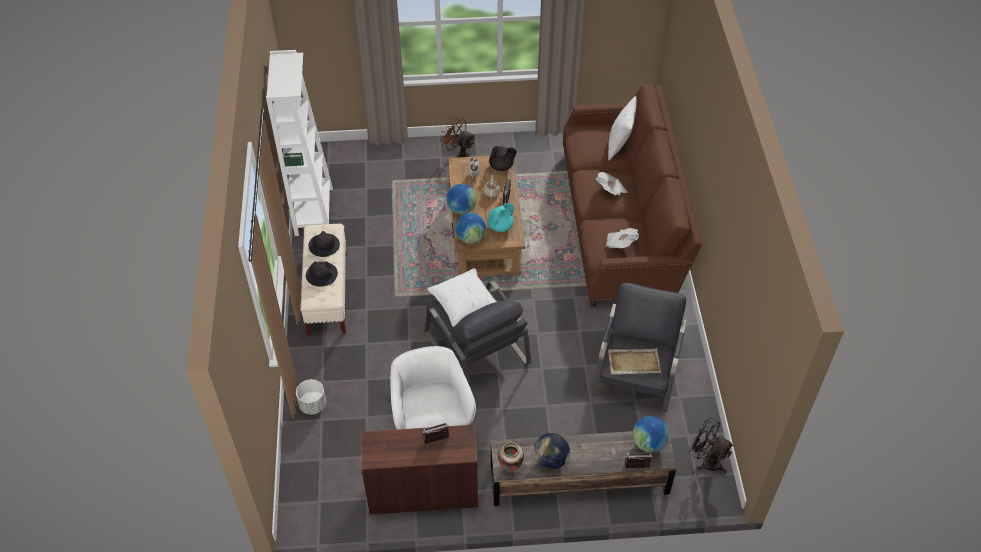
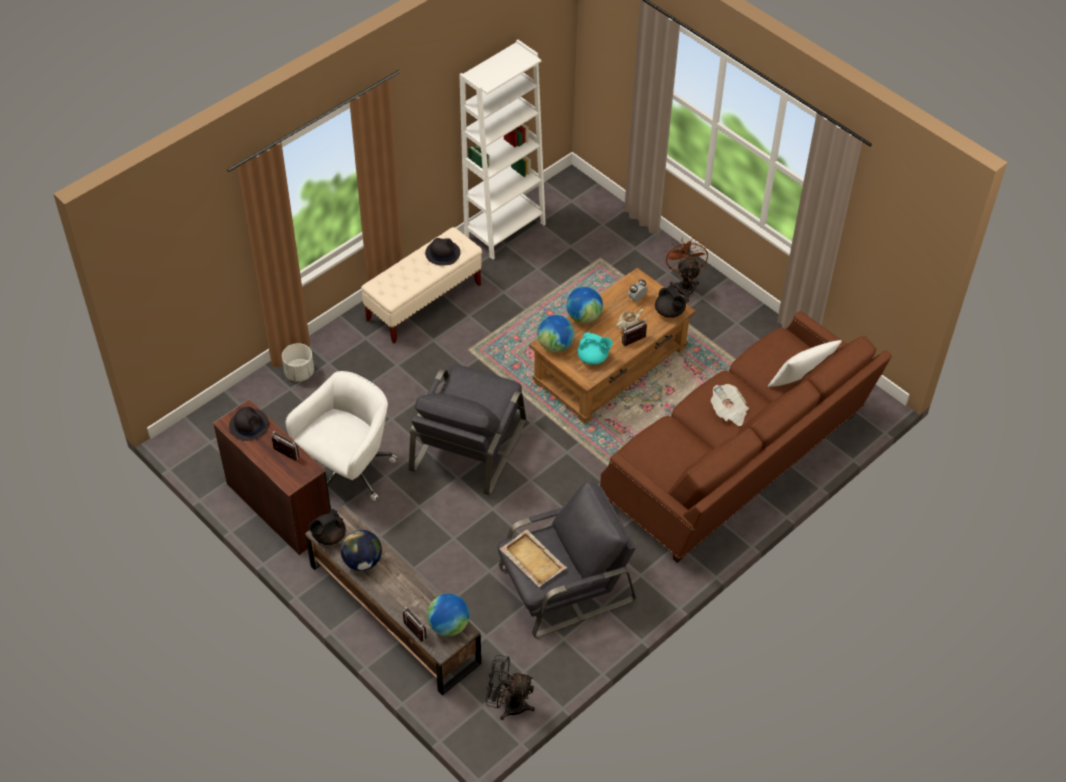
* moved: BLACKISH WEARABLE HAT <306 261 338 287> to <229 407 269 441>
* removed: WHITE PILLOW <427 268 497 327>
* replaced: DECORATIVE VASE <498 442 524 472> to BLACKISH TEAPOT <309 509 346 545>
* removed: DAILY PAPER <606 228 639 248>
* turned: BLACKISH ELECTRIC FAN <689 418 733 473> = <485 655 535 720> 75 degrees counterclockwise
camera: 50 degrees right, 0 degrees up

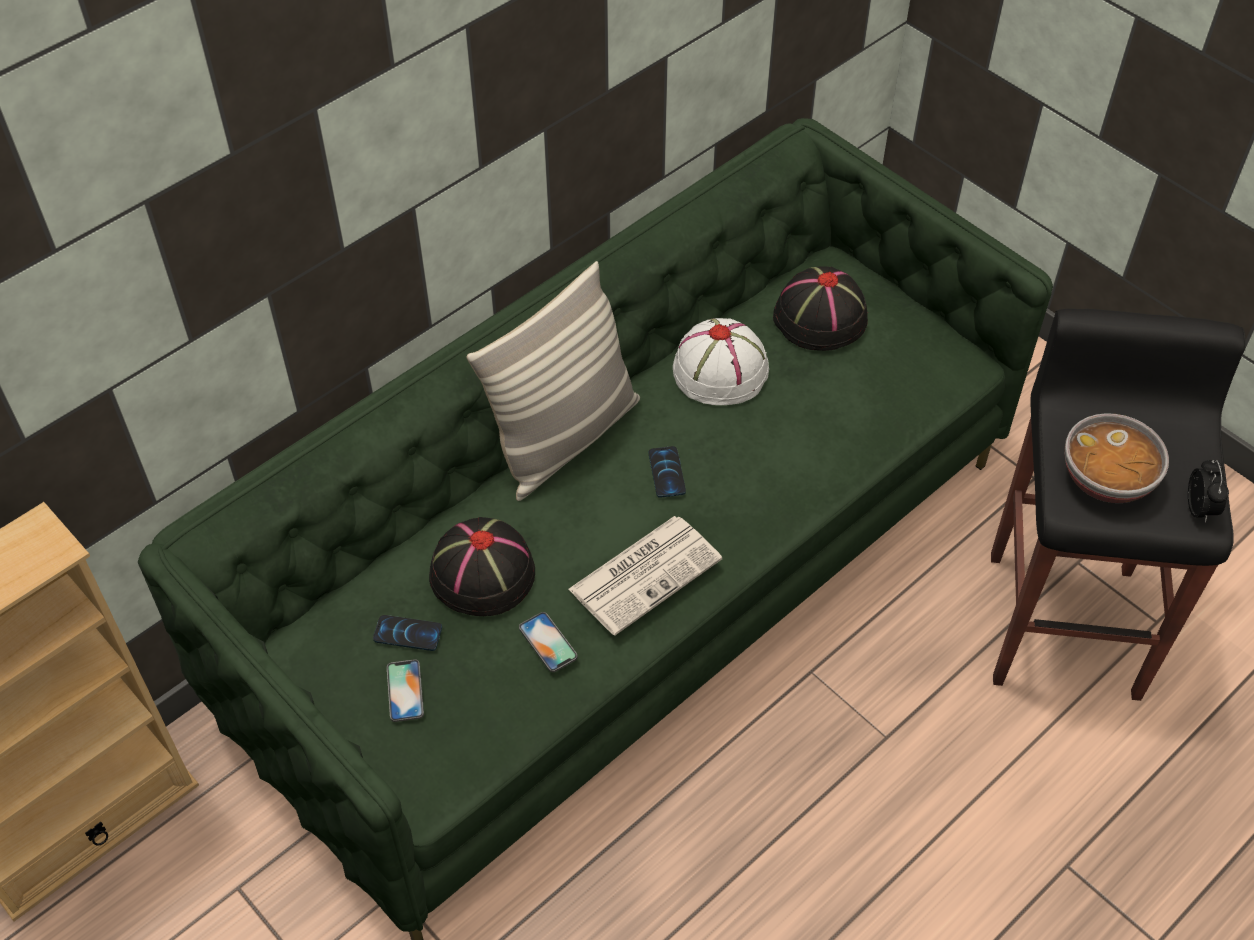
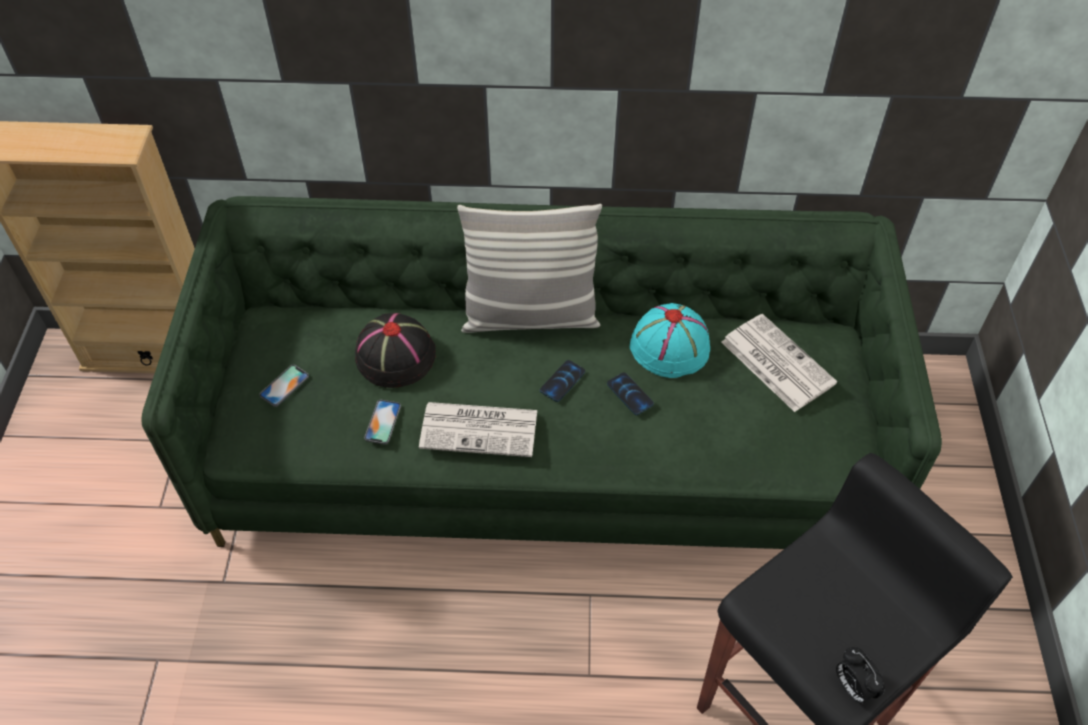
* moved: HANDSET <373 615 442 651> to <607 372 654 415>
* recoloured: WHITE WEARABLE HAT <673 318 769 405> to TURQUOISE WEARABLE HAT <630 303 710 378>
* replaced: BLACKISH WEARABLE HAT <773 266 868 351> to DAILY PAPER <721 314 837 412>
* removed: BOWL <1064 413 1169 503>
* turned: TABLE CLOCK <1188 460 1229 523> = <836 647 885 704> 105 degrees clockwise
camera: 45 degrees right, 0 degrees up

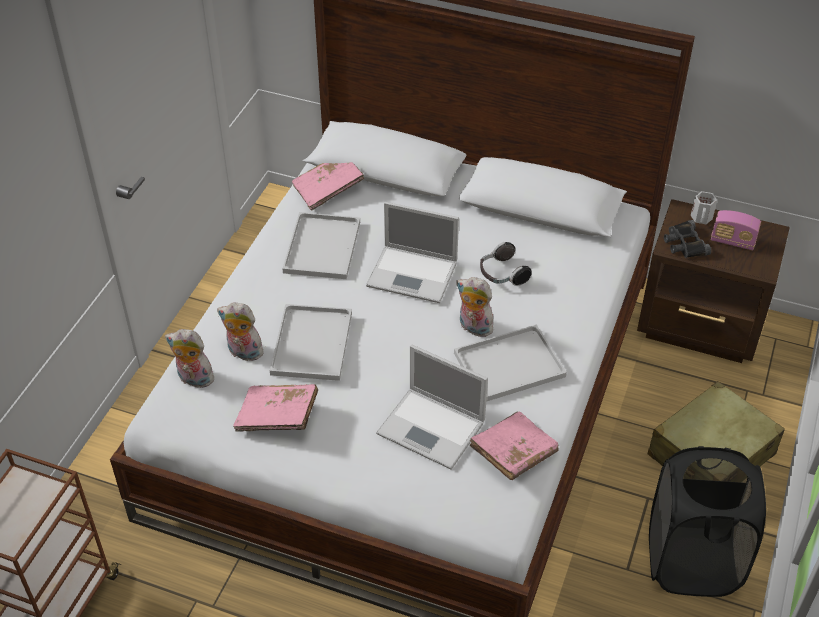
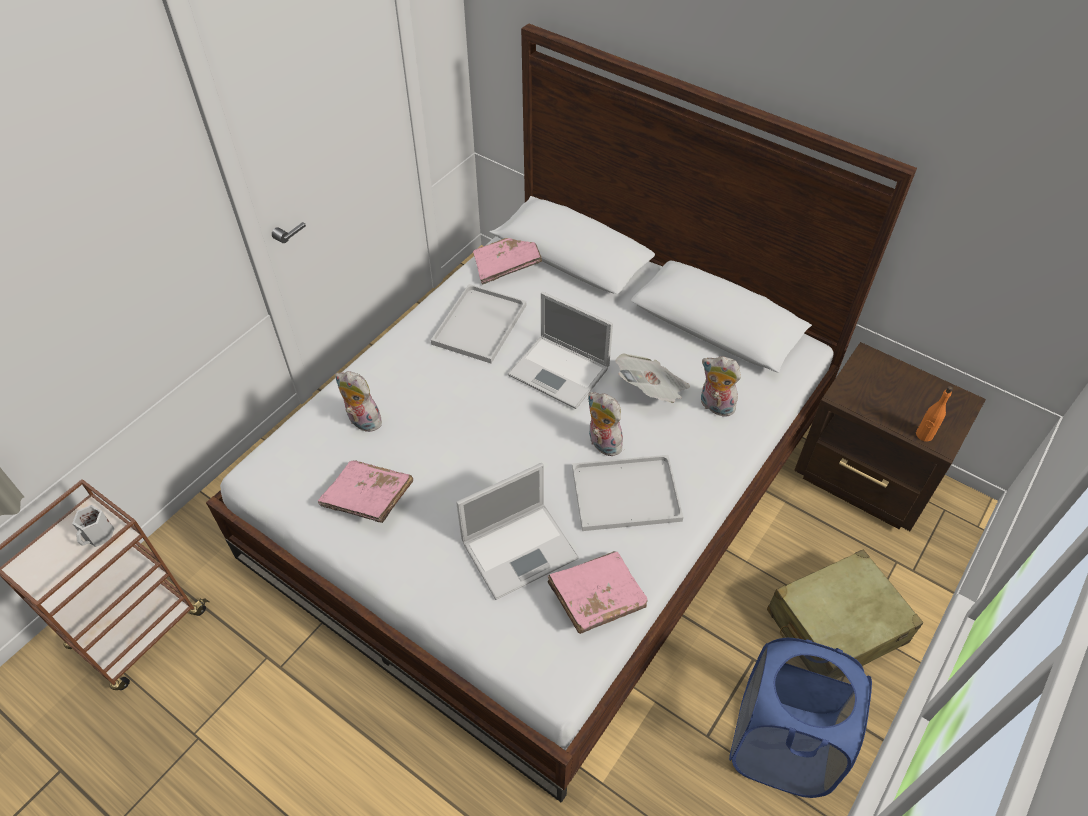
* moved: CUDDLY TOY <165 329 217 388> to <701 356 741 417>
* removed: WHITE CARRYING TRAY <270 304 352 381>
* turned: NOTEBOOK COMPUTER <376 345 488 470> = <456 463 579 600> 75 degrees counterclockwise
* replaced: PAIR OF HEADPHONES <480 242 532 286> to DAILY PAPER <616 354 690 403>
* recoloured: BLACKISH WASHING BASKET <649 446 766 597> to BLUE WASHING BASKET <729 638 872 798>
* removed: BLACKISH PAIR OF BINOCULARS <664 220 711 258>
* moved: WHITE TEA MUG <691 191 717 224> to <72 505 115 547>
* removed: RADIO <711 210 761 250>
* added: ORANGE BOTTLE <916 386 953 442>
camera: 15 degrees right, 5 degrees up

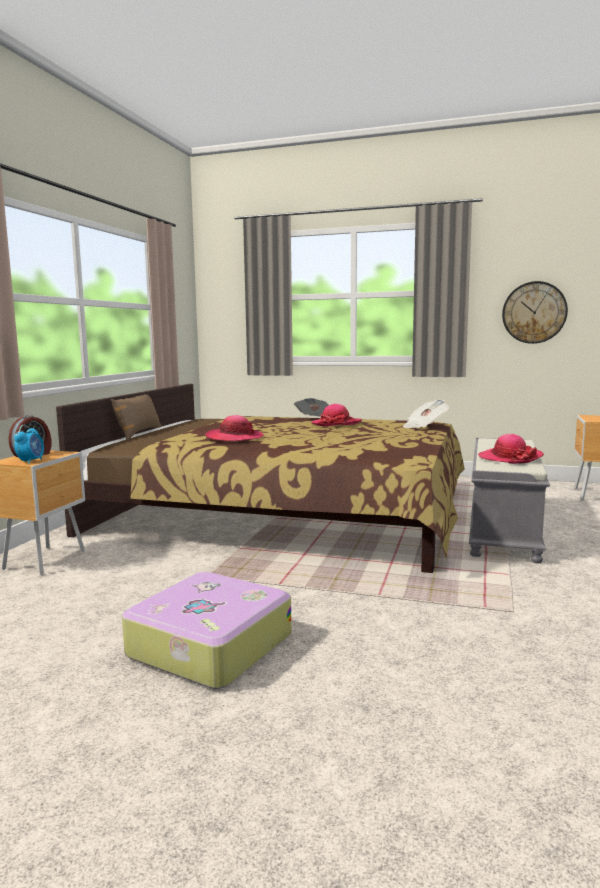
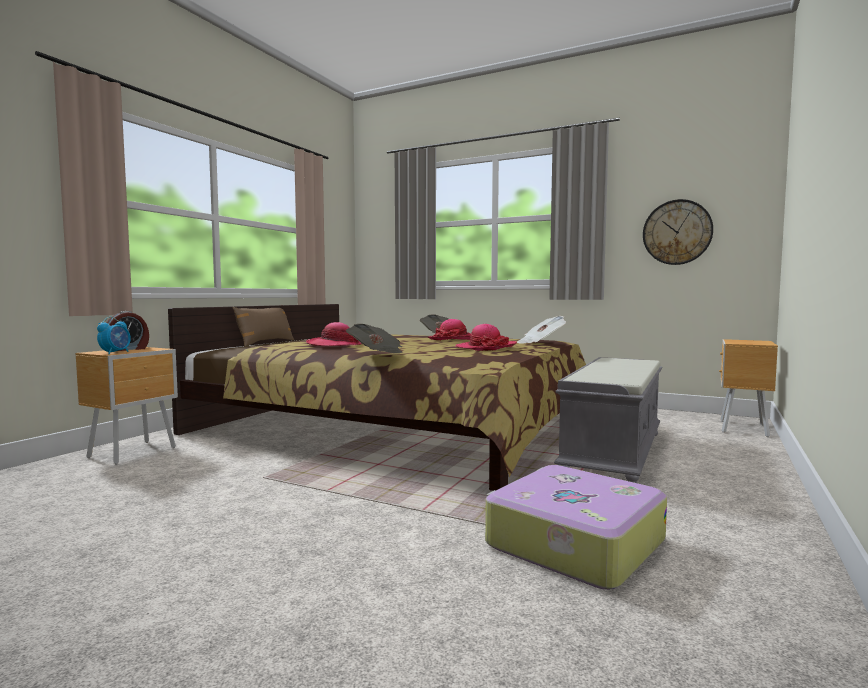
* moved: TRAVEL CASE <122 572 292 689> to <485 465 667 590>
* moved: WEARABLE HAT <478 434 544 464> to <455 324 517 351>
* added: DAILY PAPER <346 324 402 353>
camera: 10 degrees right, 5 degrees down

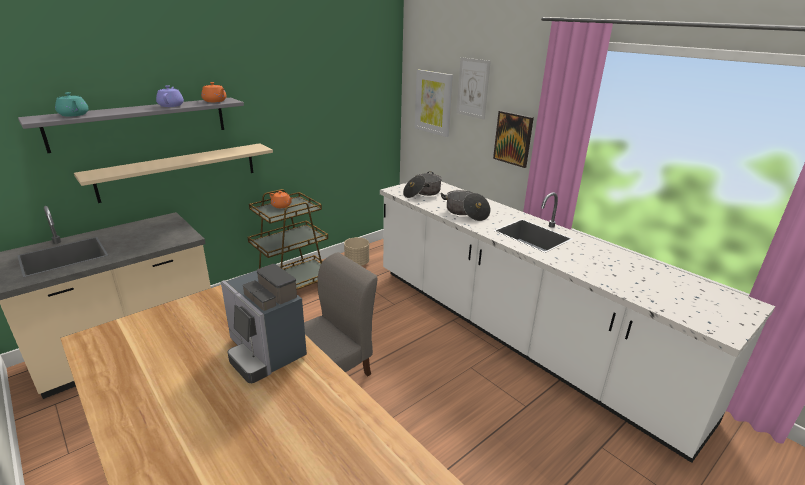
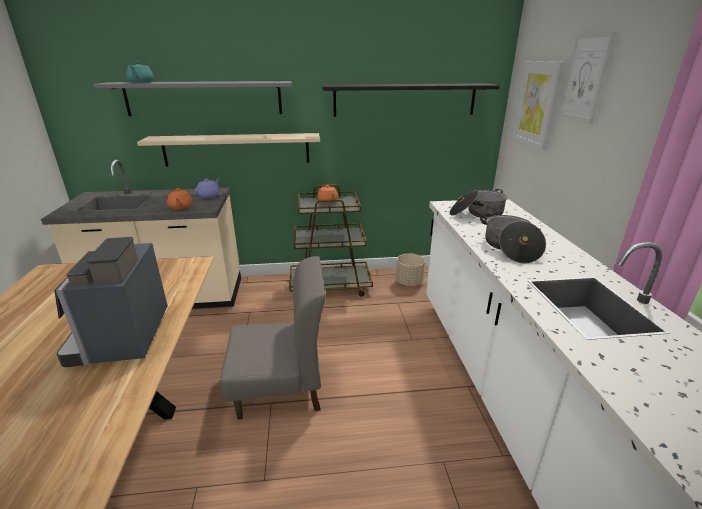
* moved: PURPLE TEAPOT <156 85 184 107> to <195 178 220 198>
* moved: ORANGE TEAPOT <201 82 227 102> to <167 188 193 209>
* removed: WALL ART <493 111 534 168>
* added: BLACKISH WALL SHELF <322 83 500 117>
camera: 35 degrees right, 0 degrees up

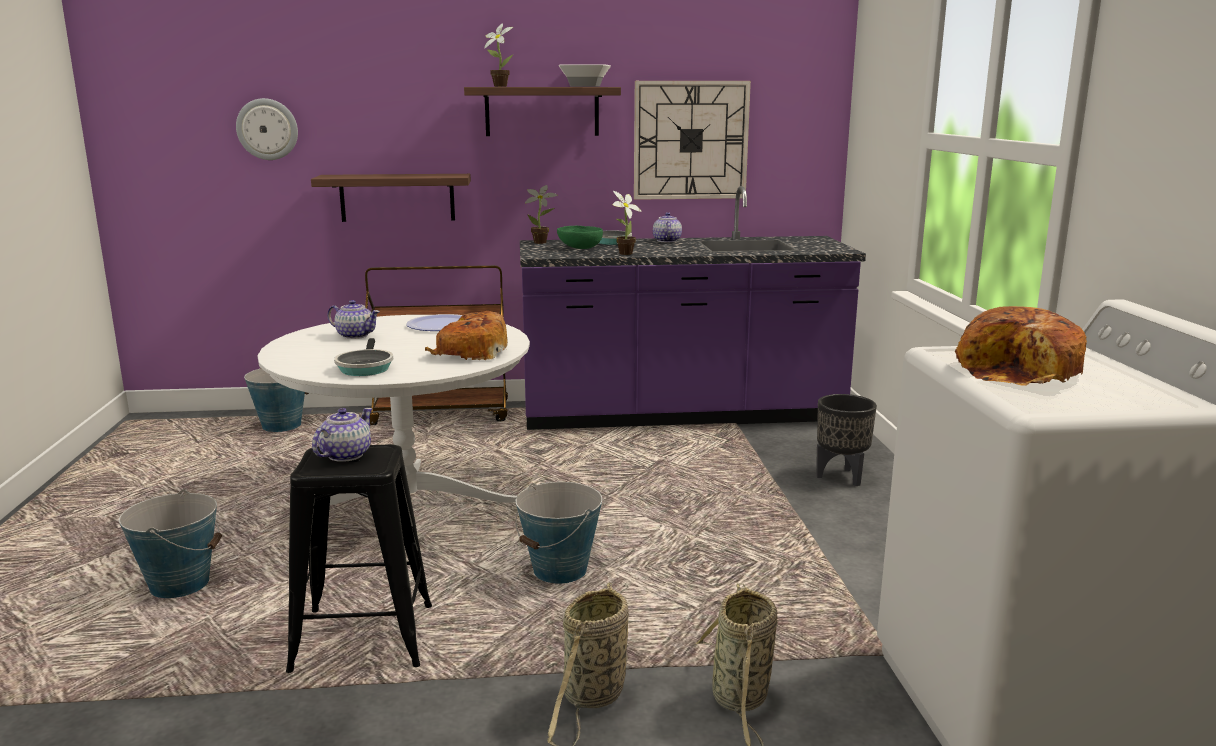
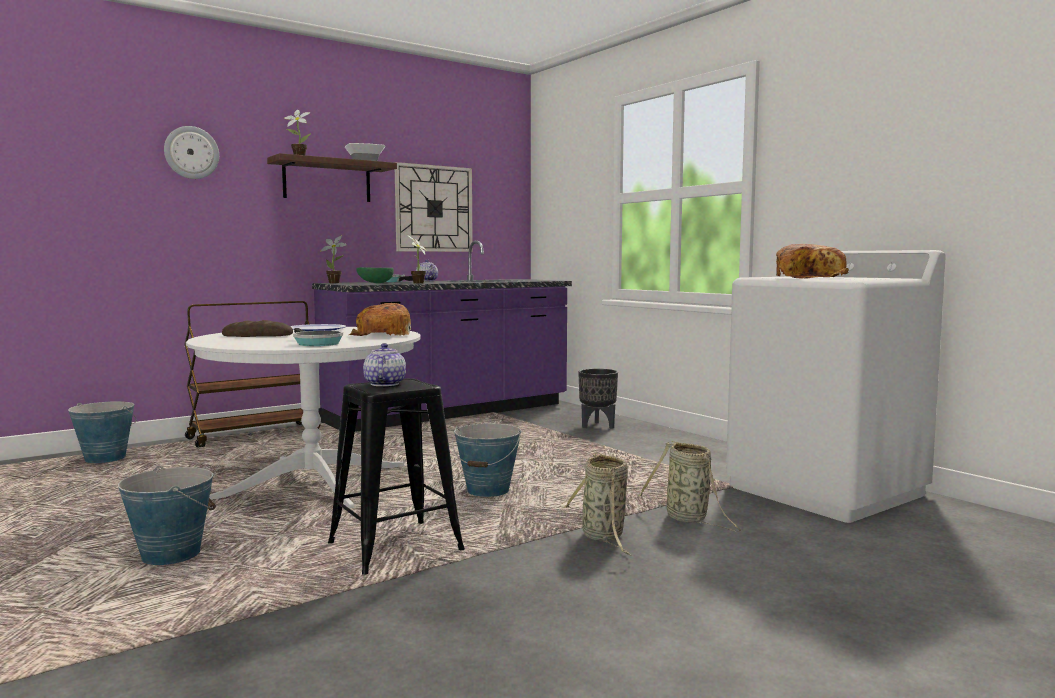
* moved: CLOCK ON THE WALL <236 98 298 160> to <164 126 219 179>
* removed: WALL SHELF <311 174 471 222>
* replaced: TEAPOT <327 300 380 339> to BAKERY BREAD <222 320 293 337>
camera: 30 degrees left, 10 degrees down

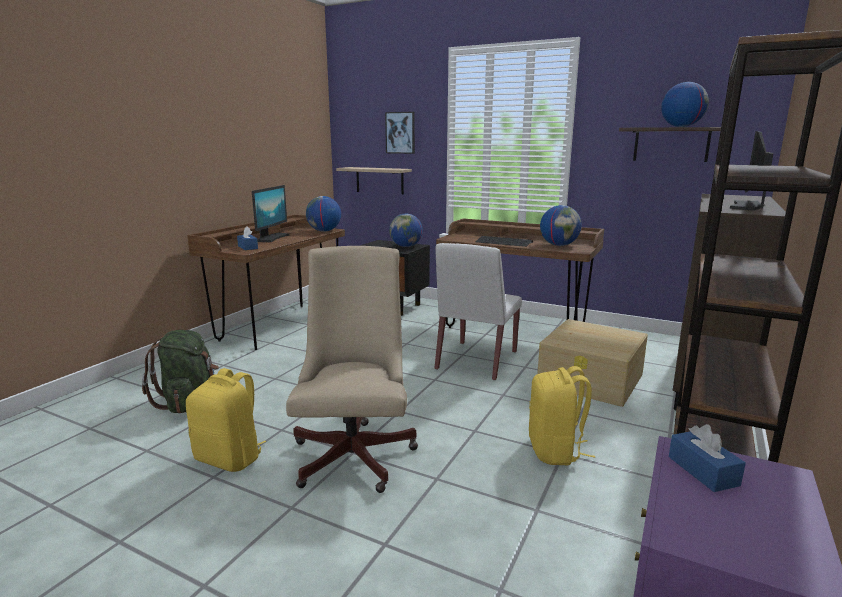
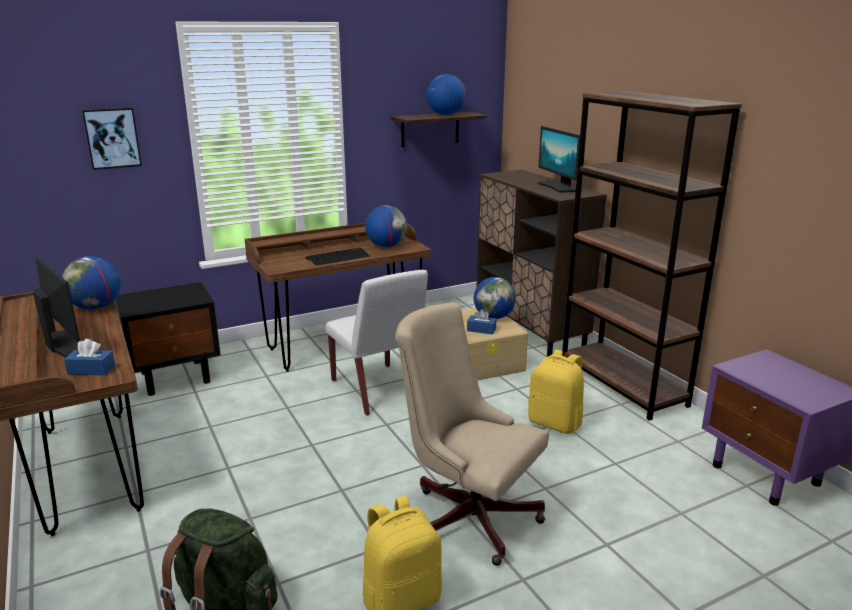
* removed: WALL SHELF <336 167 412 194>
* moved: GLOBE <389 214 423 247> to <473 277 516 319>
* moved: BLUE BOX OF TISSUES <669 424 746 492> to <467 309 496 335>
camera: 55 degrees left, 5 degrees up

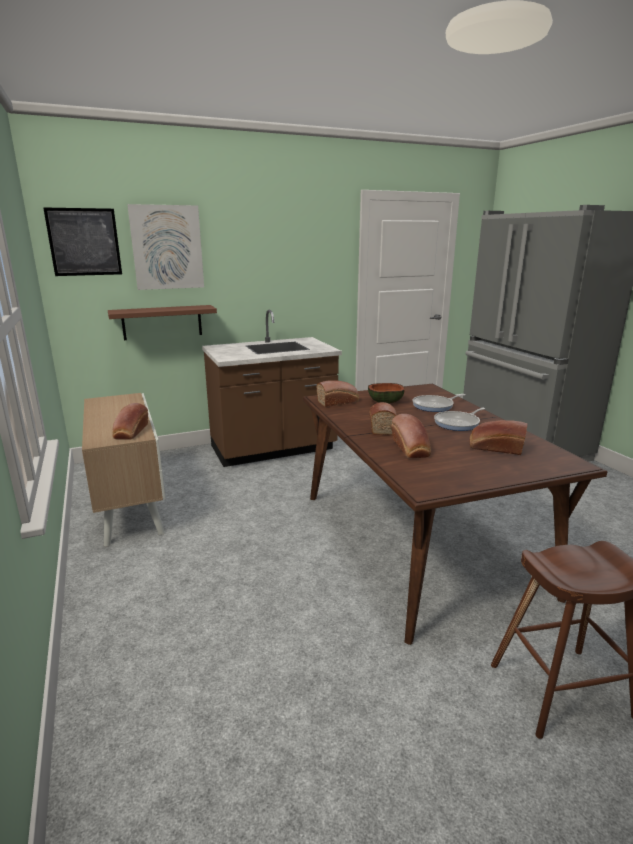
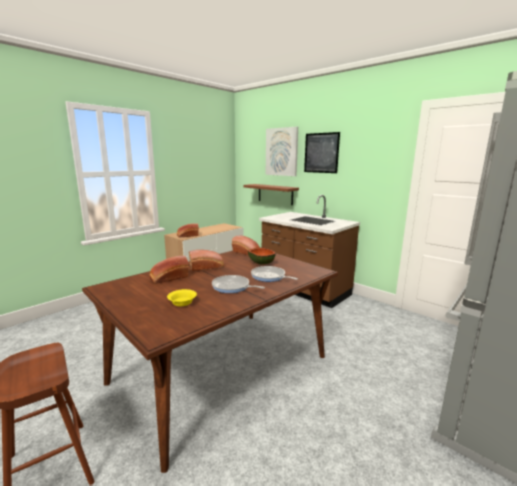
* moved: WALL ART <43 207 122 276> to <304 132 340 173>
* replaced: BAKERY BREAD <470 420 527 455> to YELLOW BOWL <167 289 197 306>
camera: 65 degrees right, 5 degrees down

